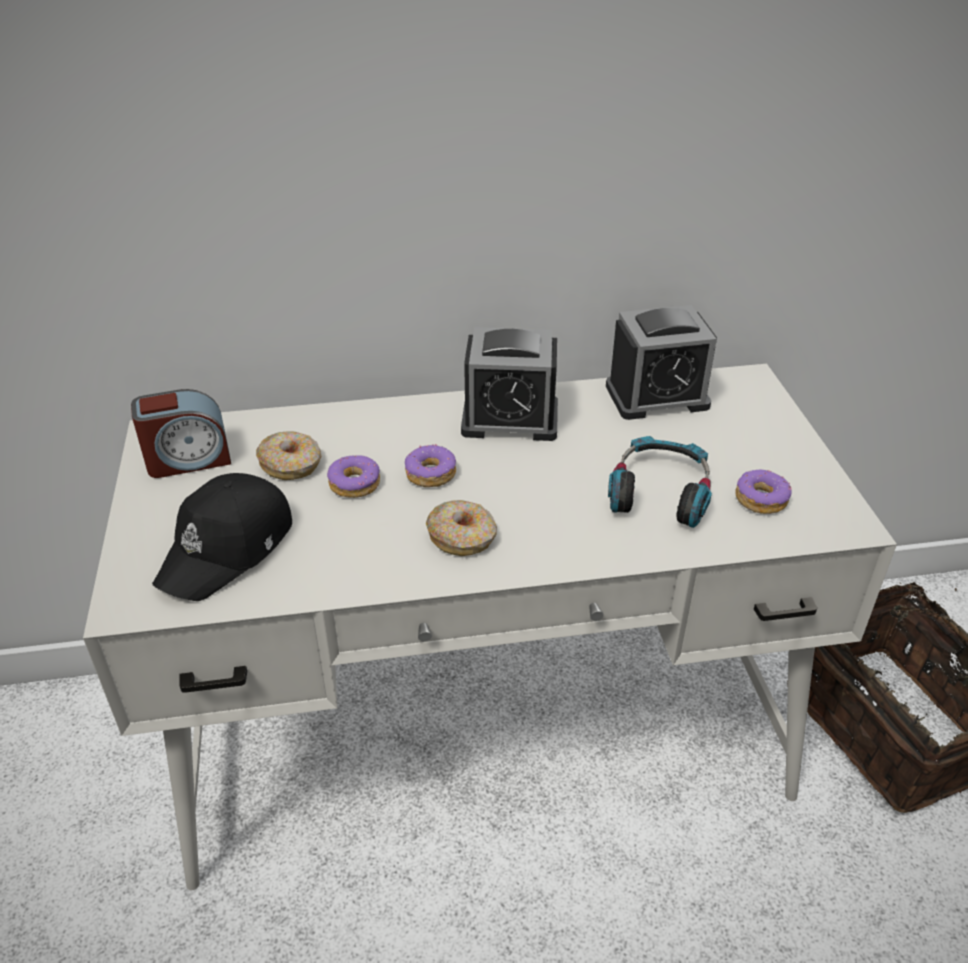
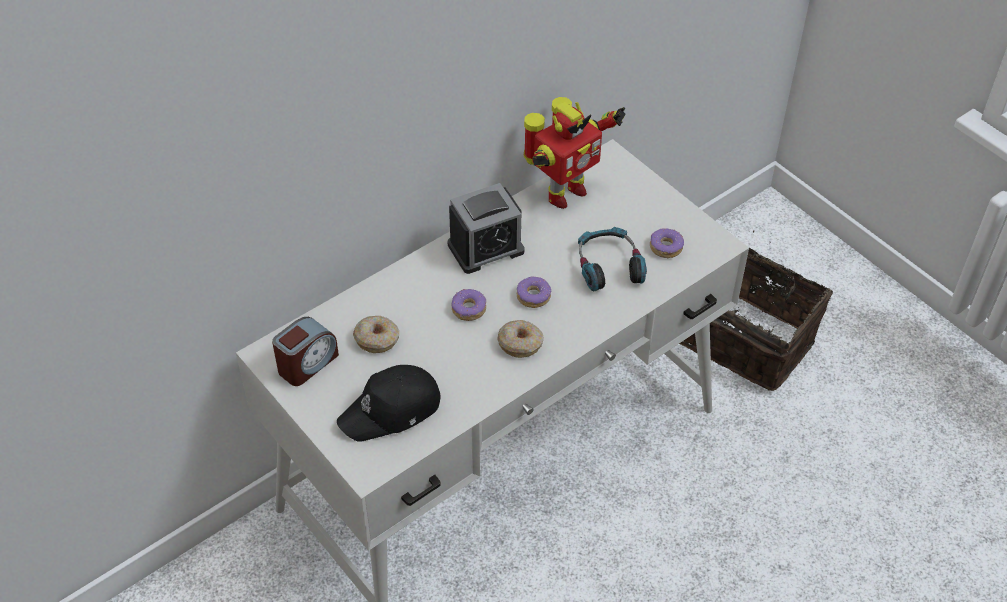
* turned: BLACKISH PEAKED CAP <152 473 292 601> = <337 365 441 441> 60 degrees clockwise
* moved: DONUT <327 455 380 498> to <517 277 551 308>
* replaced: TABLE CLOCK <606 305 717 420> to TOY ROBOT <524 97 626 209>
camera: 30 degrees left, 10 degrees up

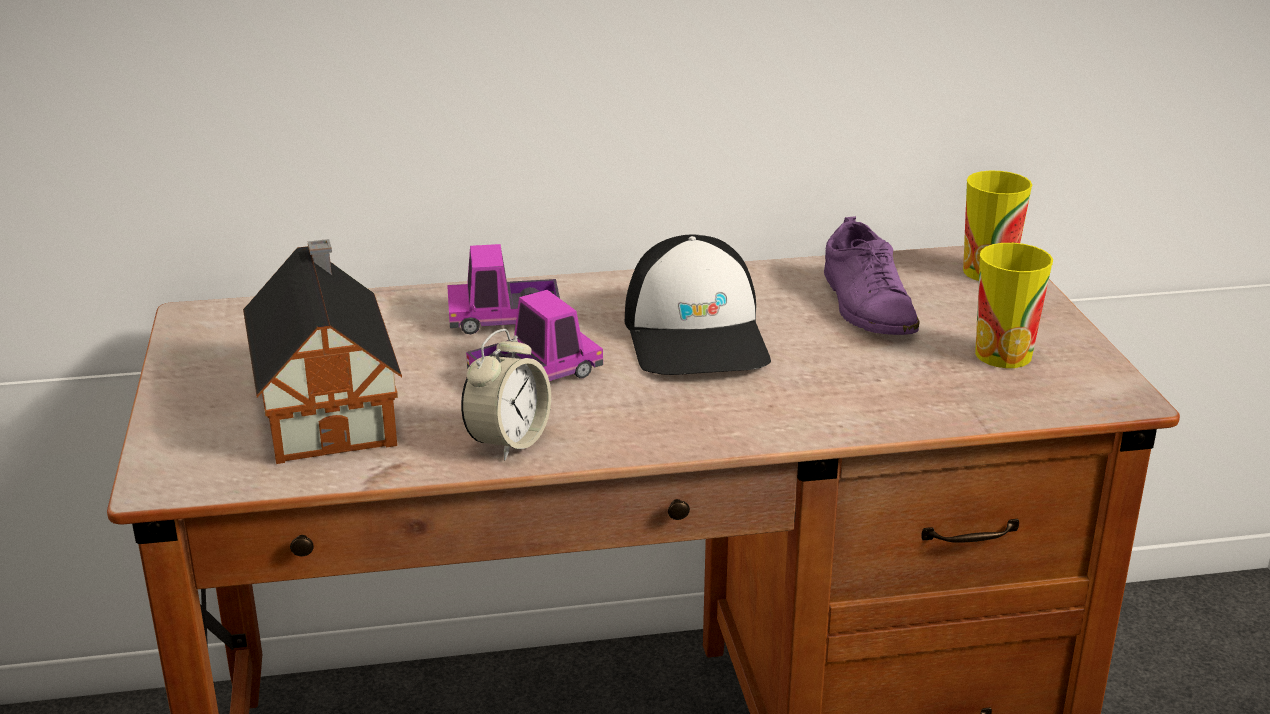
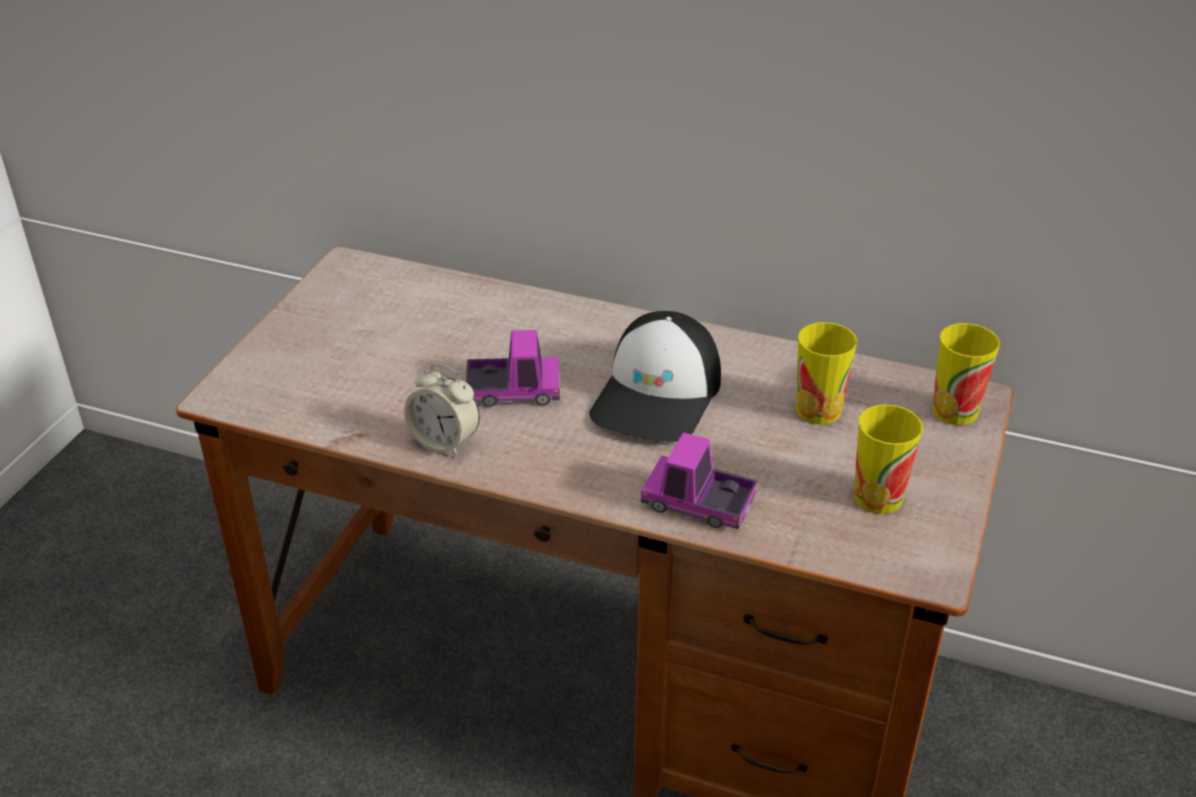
* removed: MINIATURE HOUSE <243 239 402 464>
* moved: TOY TRUCK <447 244 560 334> to <641 433 757 529>
* turned: TABLE CLOCK <461 329 551 460> = <404 364 480 457> 60 degrees clockwise
* replaced: PURPLE SHOE <824 216 920 335> to CUP <796 322 857 424>
camera: 30 degrees right, 10 degrees up

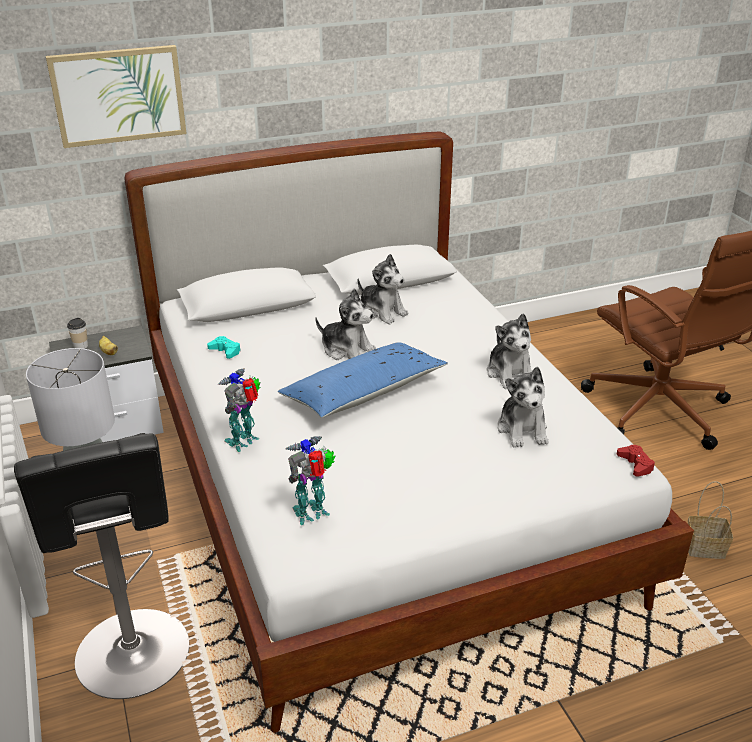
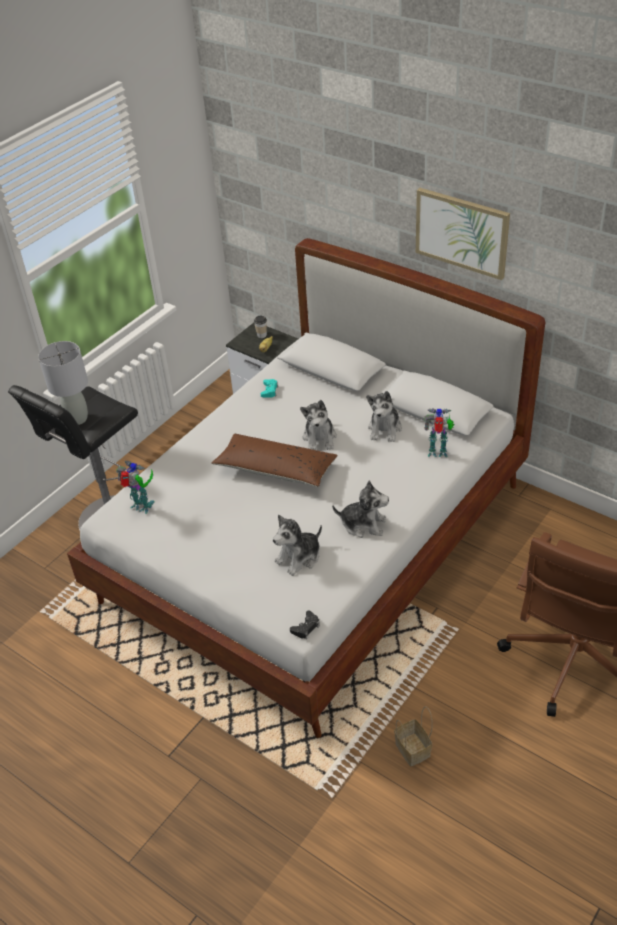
* moved: WALL ART <46 45 187 148> to <416 188 510 280>
* moved: TOY ROBOT <218 369 260 452> to <425 408 454 457>
* recoloured: BLUE PILLOW <278 342 448 418> to BROWNISH PILLOW <211 434 338 487>
* turned: CUDDLY TOY <487 313 532 389> = <332 481 389 538> 120 degrees counterclockwise
* recoloured: RED-COLOURED GAME CONTROLLER <617 445 655 477> to BLACKISH GAME CONTROLLER <290 611 320 639>
camera: 60 degrees right, 10 degrees up

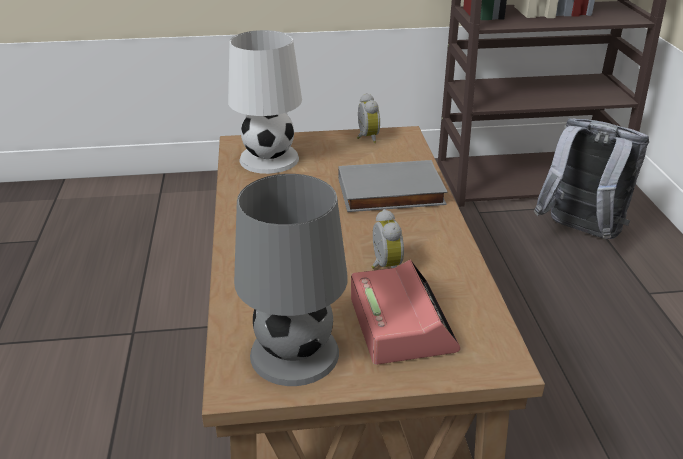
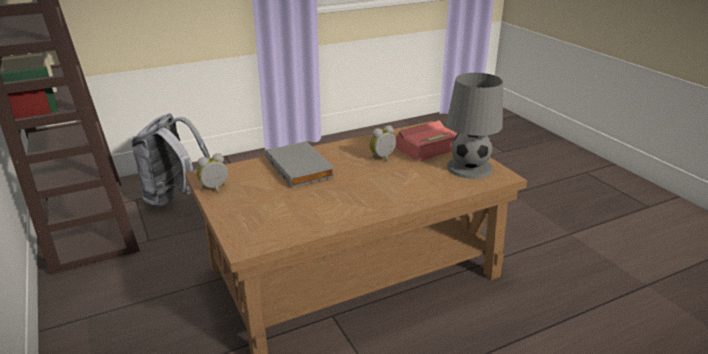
* removed: WHITE TABLE LAMP <228 30 302 174>
camera: 110 degrees left, 5 degrees down

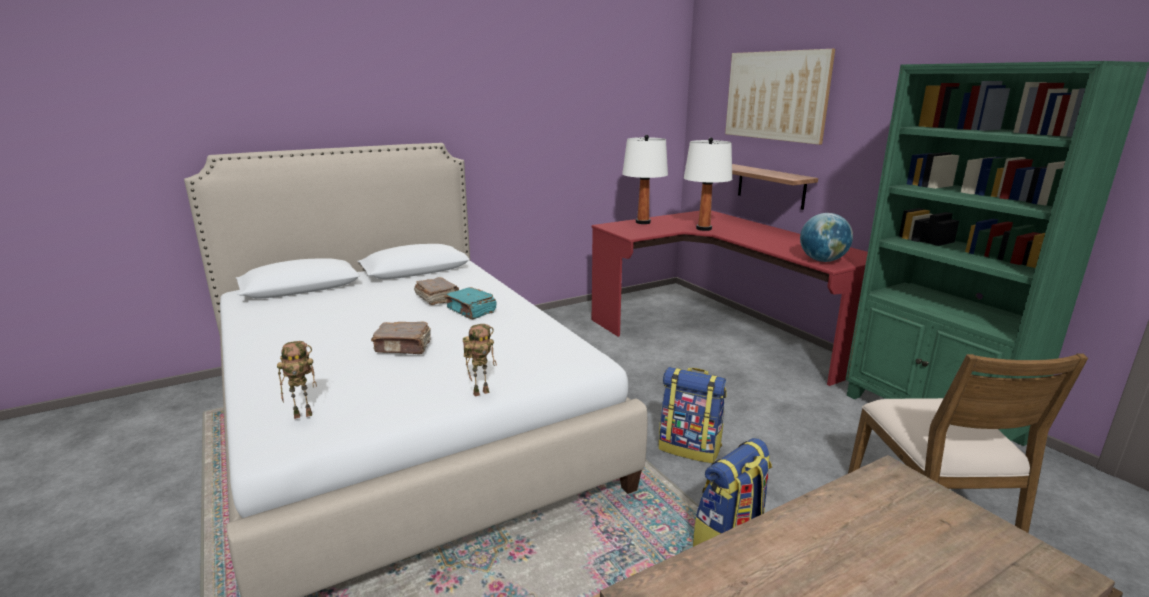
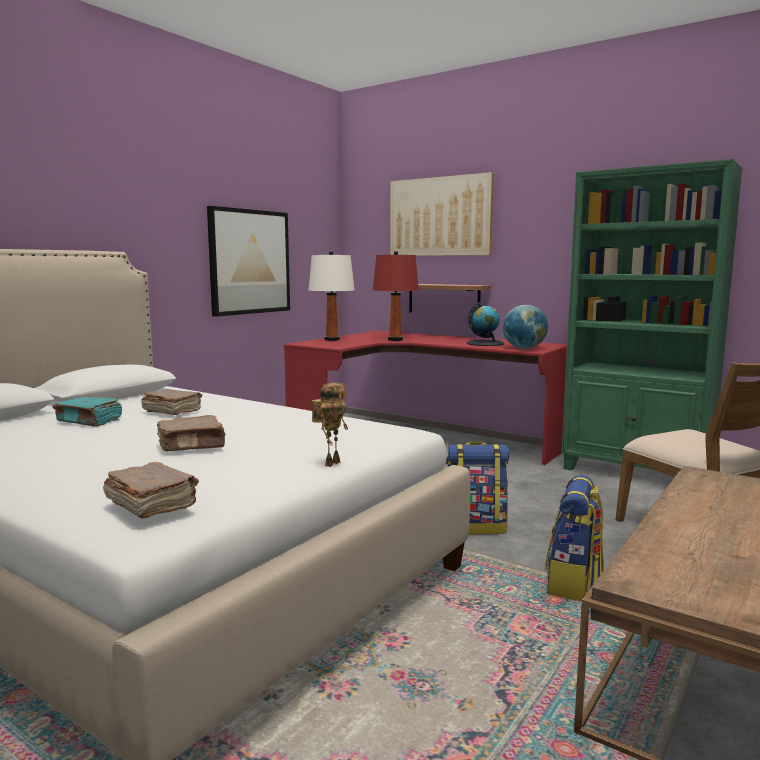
* replaced: TOY ROBOT <277 341 317 419> to BROWNISH VOLUME <103 462 199 518>
* moved: TURQUOISE VOLUME <444 287 497 319> to <53 396 122 427>
* recoloured: WHITE TABLE LAMP <684 137 732 231> to RED-COLOURED TABLE LAMP <373 251 419 341>
* added: WALL ART <207 206 290 317>
* added: GLOBE <466 302 504 346>
camera: 25 degrees left, 10 degrees down

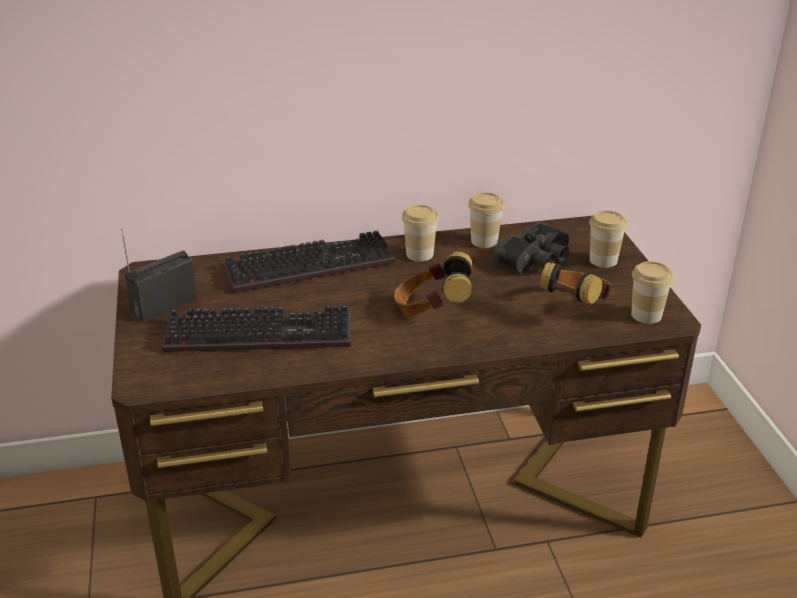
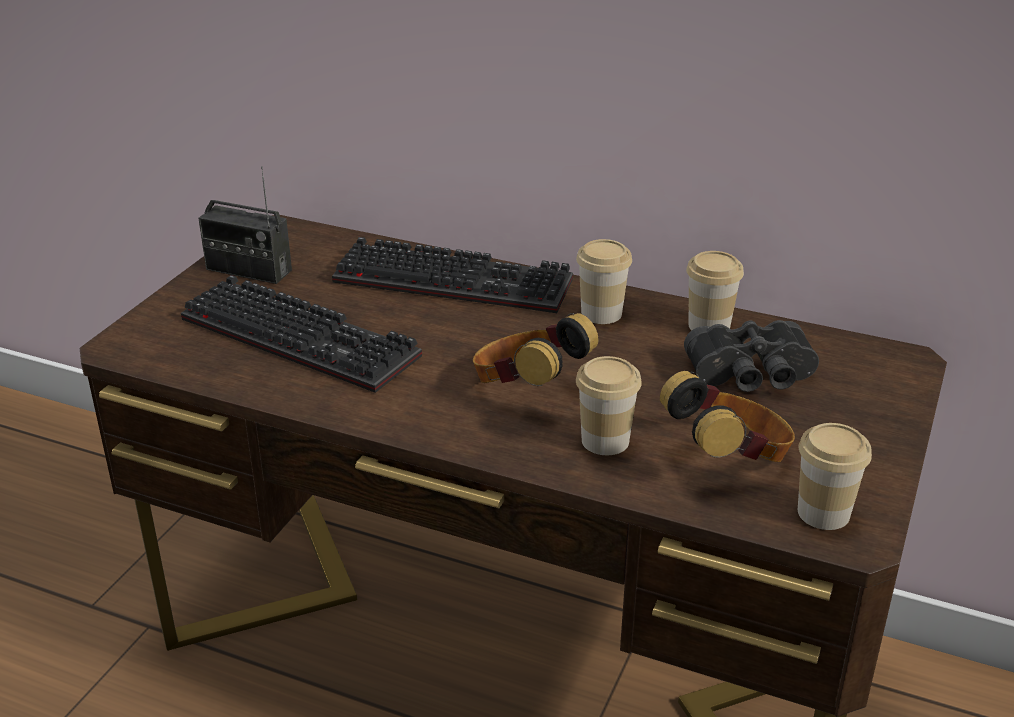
* turned: RADIO <121 229 198 322> = <198 166 292 284> 150 degrees counterclockwise
* moved: CUP <589 210 627 268> to <576 356 642 455>
camera: 35 degrees right, 0 degrees up

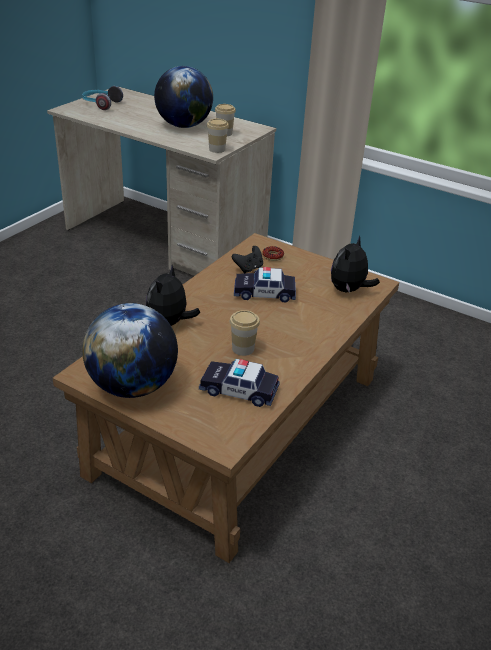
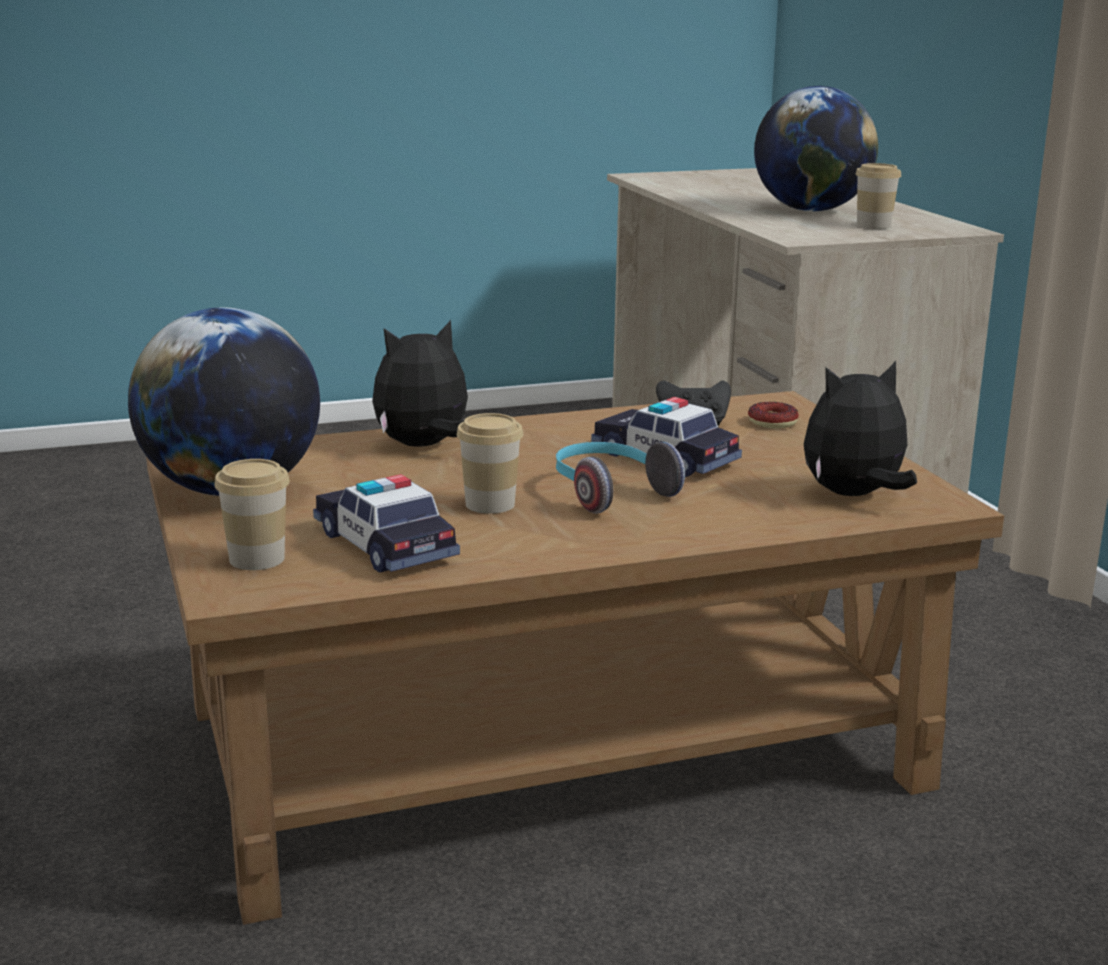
* moved: PAIR OF HEADPHONES <82 86 123 110> to <556 442 685 514>
* moved: CUP <207 119 229 153> to <214 459 290 570>
camera: 40 degrees right, 15 degrees down

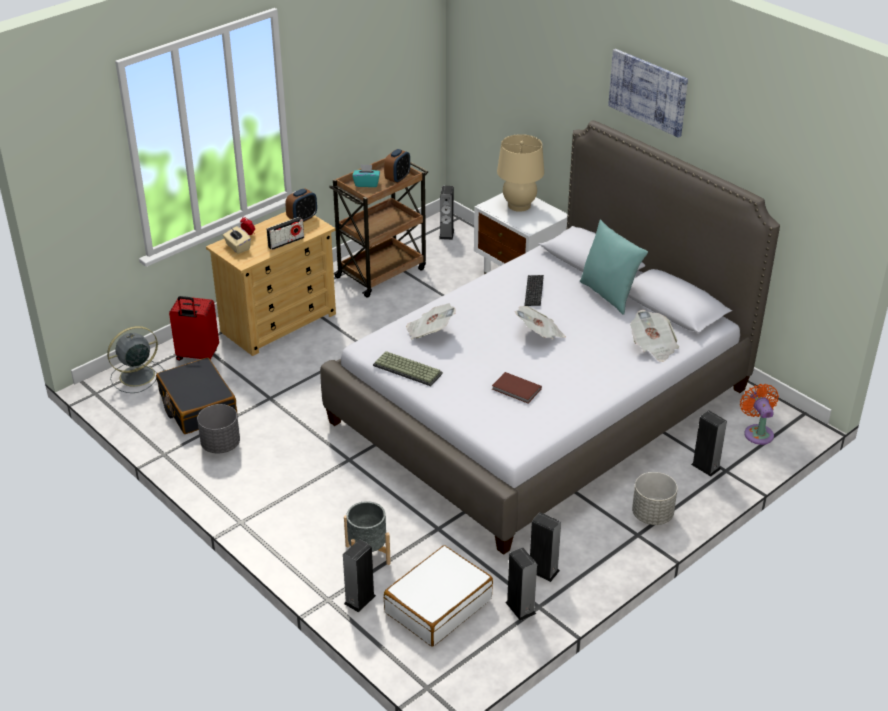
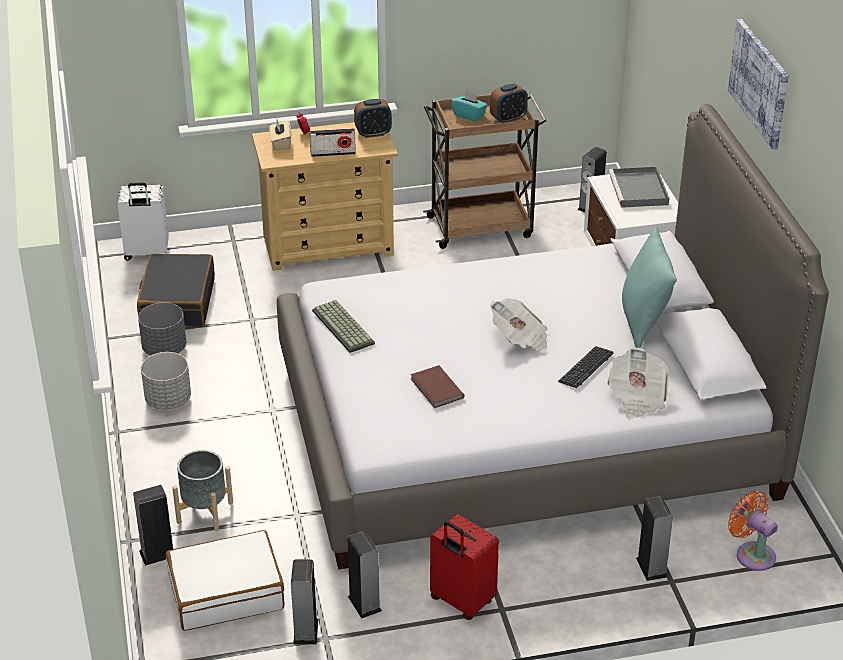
* replaced: GREYISH ELECTRIC FAN <107 326 165 393> to WHITE TRAVEL CASE <118 182 169 261>
* moved: RED-COLOURED TRAVEL CASE <169 296 219 361> to <430 514 499 620>
* removed: DAILY PAPER <406 303 456 340>
* replaced: BEIGE-COLOURED TABLE LAMP <497 134 544 212> to GREYISH CARRYING TRAY <609 167 669 208>
* moved: KEYBOARD <525 275 544 306> to <558 346 614 388>
* moved: GREYISH FLOWER POT <632 472 678 525> to <141 352 191 410>
* turned: ORANGE ELECTRIC FAN <740 384 779 445> = <728 491 778 571> 60 degrees counterclockwise
camera: 30 degrees right, 0 degrees up

